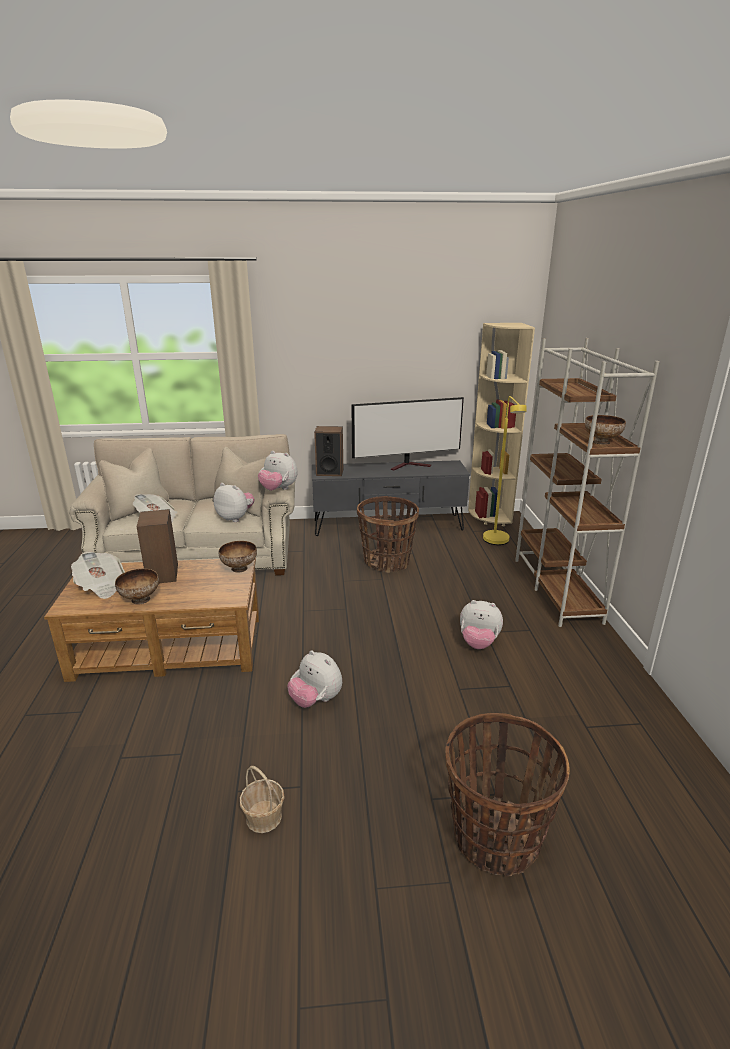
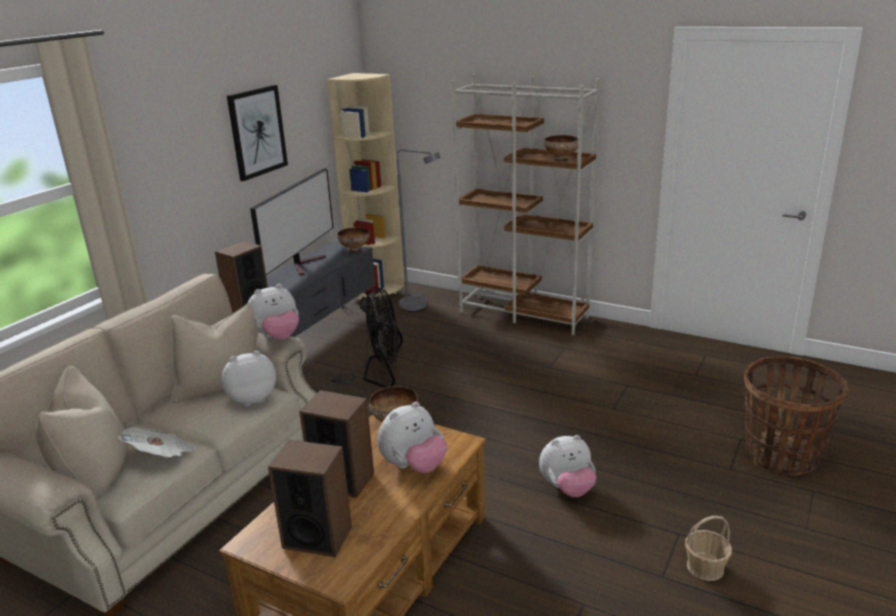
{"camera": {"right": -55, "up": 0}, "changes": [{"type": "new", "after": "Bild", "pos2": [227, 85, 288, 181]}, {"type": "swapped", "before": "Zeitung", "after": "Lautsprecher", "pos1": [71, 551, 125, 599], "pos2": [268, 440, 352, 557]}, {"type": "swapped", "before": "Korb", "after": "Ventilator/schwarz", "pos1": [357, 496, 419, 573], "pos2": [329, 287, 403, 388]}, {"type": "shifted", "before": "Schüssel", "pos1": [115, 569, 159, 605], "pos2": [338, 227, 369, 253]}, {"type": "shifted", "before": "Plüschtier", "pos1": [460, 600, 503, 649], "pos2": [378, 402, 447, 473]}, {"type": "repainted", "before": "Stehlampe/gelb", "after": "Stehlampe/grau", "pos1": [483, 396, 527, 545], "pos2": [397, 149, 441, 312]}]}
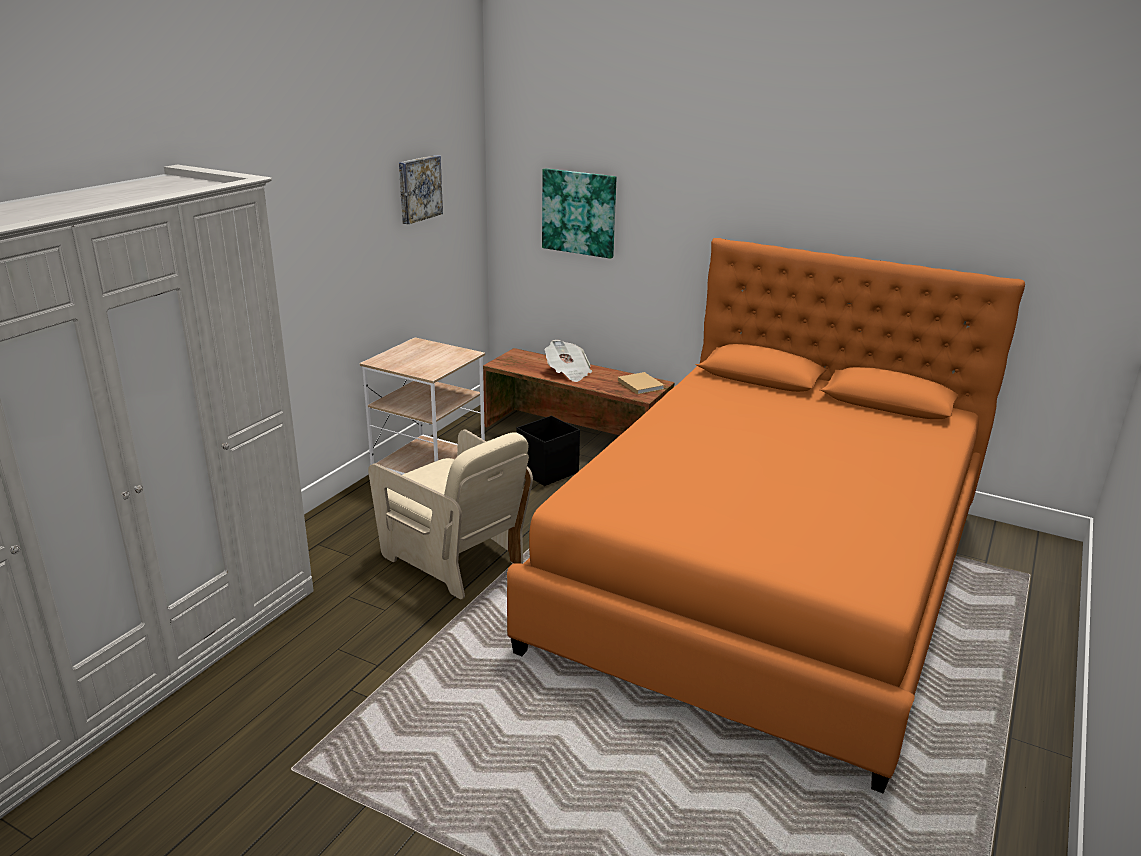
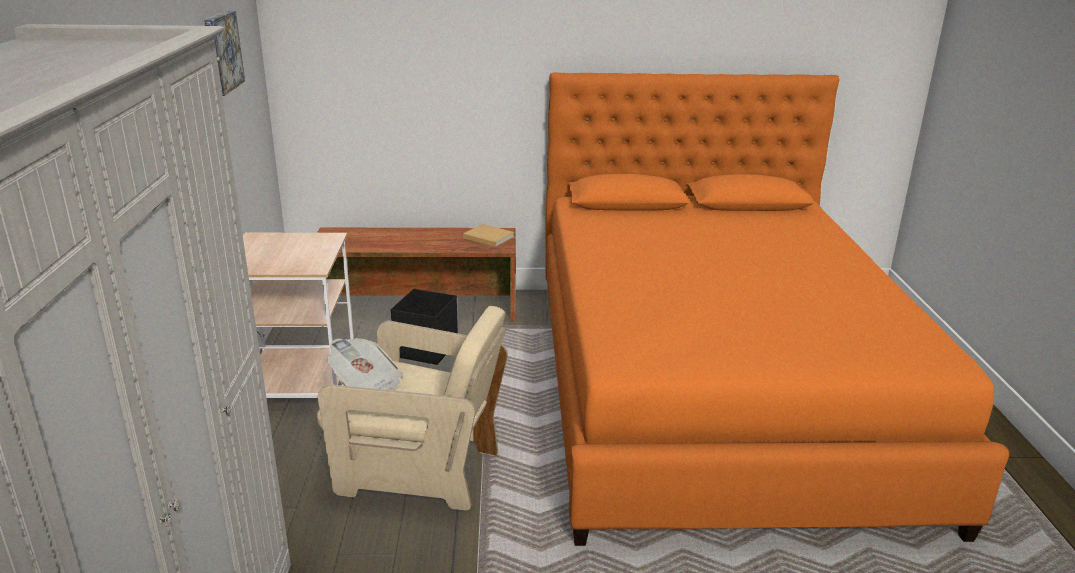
{"camera": {"right": -30, "up": 0}, "changes": [{"type": "shifted", "before": "Zeitung", "pos1": [545, 340, 592, 382], "pos2": [327, 338, 403, 391]}, {"type": "gone", "before": "Bild", "pos1": [542, 168, 617, 259]}]}
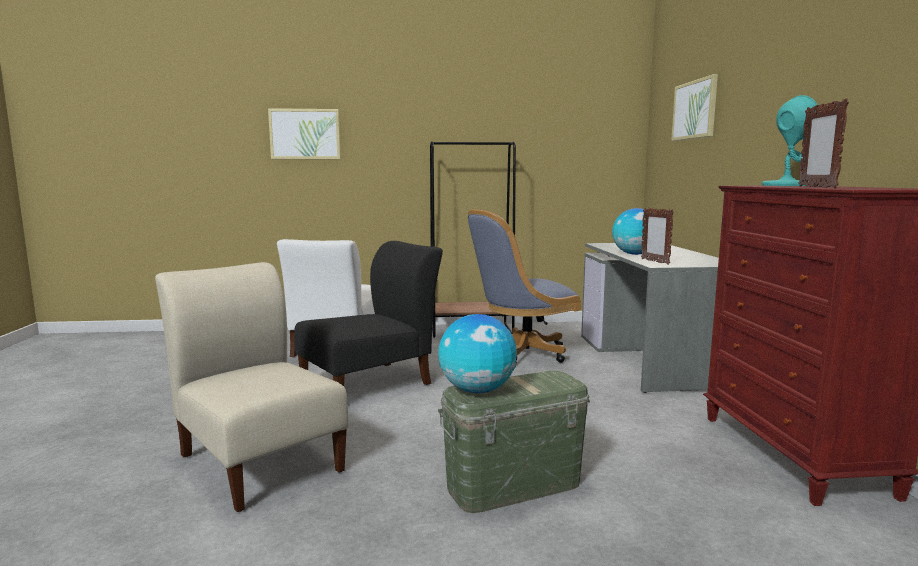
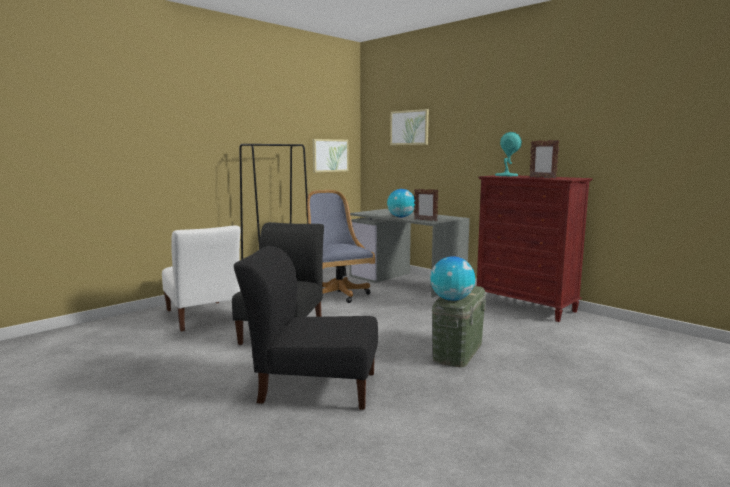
{"camera": {"right": -40, "up": 0}, "changes": [{"type": "repainted", "before": "Stuhl/beige", "after": "Stuhl/schwarz", "pos1": [155, 262, 348, 512], "pos2": [234, 246, 378, 410]}, {"type": "rotated", "before": "Bürostuhl/blau", "pos1": [468, 210, 581, 363], "pos2": [307, 190, 375, 303], "turn": 135}, {"type": "shifted", "before": "Bild", "pos1": [268, 108, 341, 159], "pos2": [313, 139, 349, 173]}]}
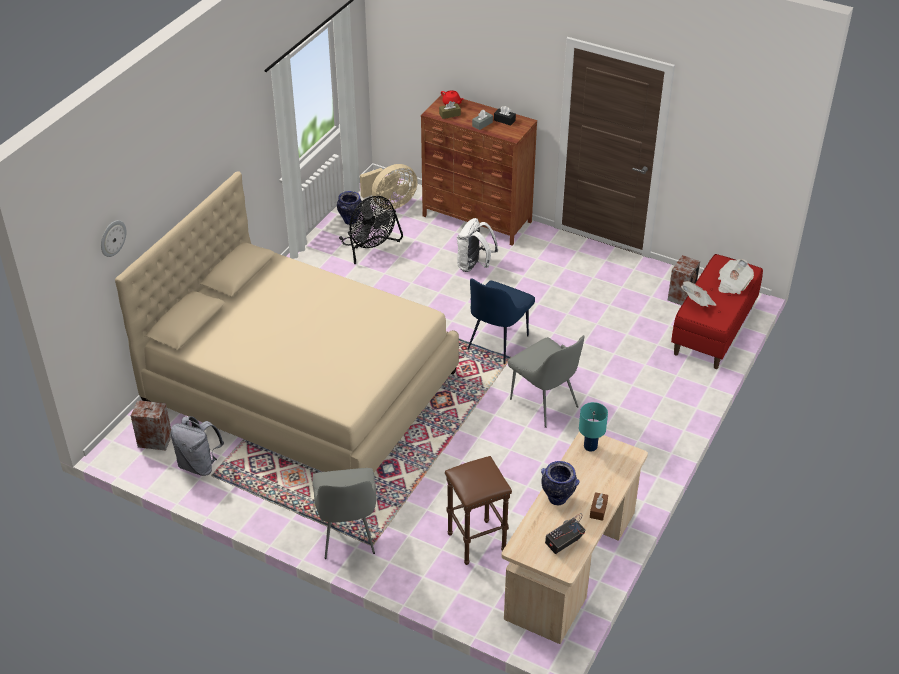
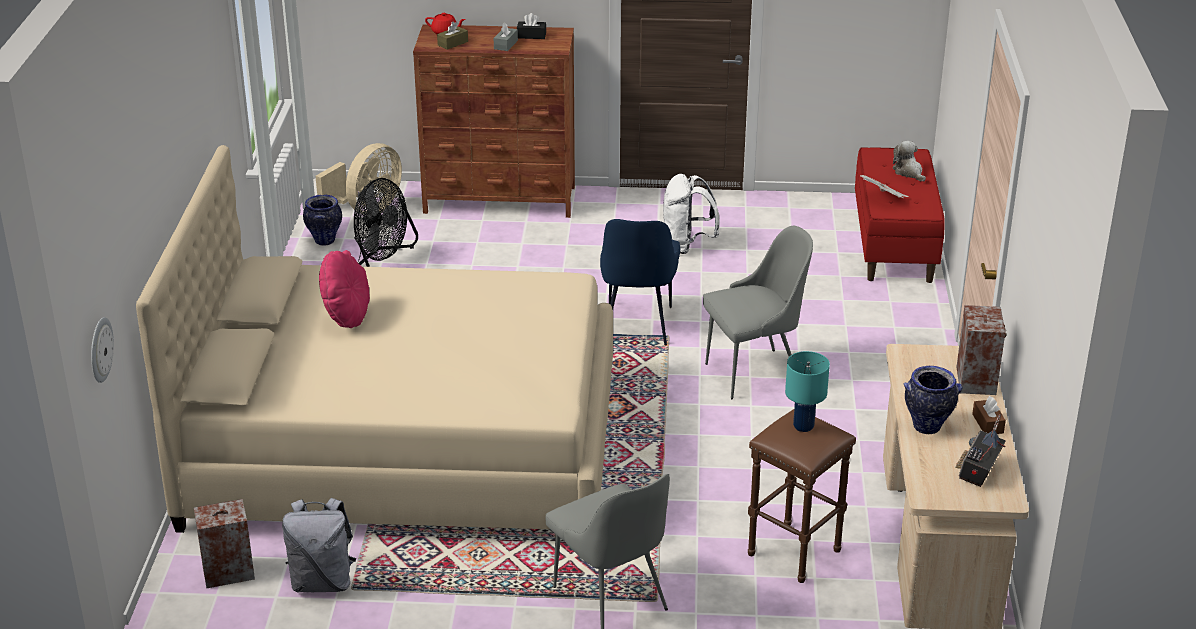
{"camera": {"right": -25, "up": -10}, "changes": [{"type": "shifted", "before": "Wanduhr", "pos1": [101, 220, 126, 257], "pos2": [91, 317, 114, 383]}, {"type": "new", "after": "Kissen/rosa", "pos2": [319, 250, 370, 328]}, {"type": "shifted", "before": "Rucksack/weiß", "pos1": [457, 218, 498, 272], "pos2": [663, 174, 720, 254]}, {"type": "rotated", "before": "Stuhl/grau", "pos1": [508, 335, 584, 428], "pos2": [703, 226, 813, 399], "turn": -45}, {"type": "shifted", "before": "Tischlampe/türkis", "pos1": [579, 402, 608, 452], "pos2": [785, 351, 830, 432]}, {"type": "swapped", "before": "Zeitung", "after": "Plüschtier", "pos1": [718, 259, 754, 294], "pos2": [893, 141, 926, 182]}, {"type": "shifted", "before": "Lautsprecher", "pos1": [668, 255, 700, 305], "pos2": [957, 305, 1007, 395]}]}
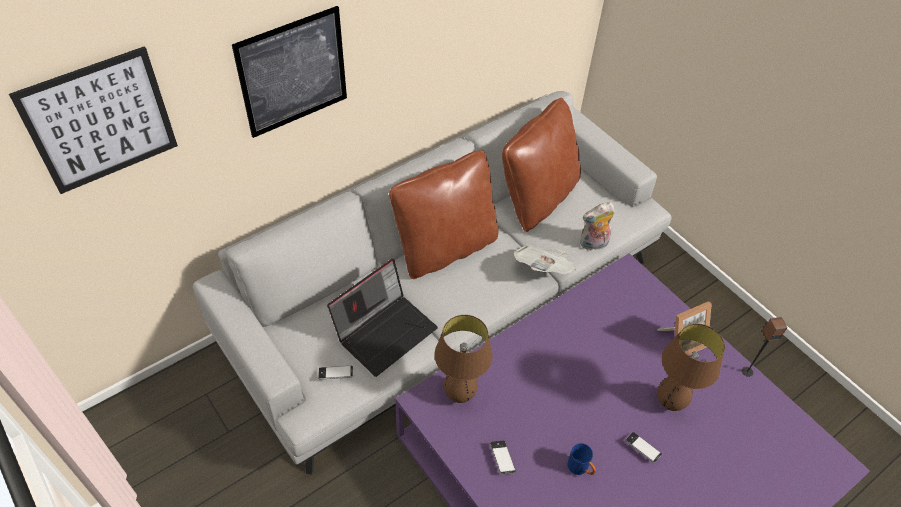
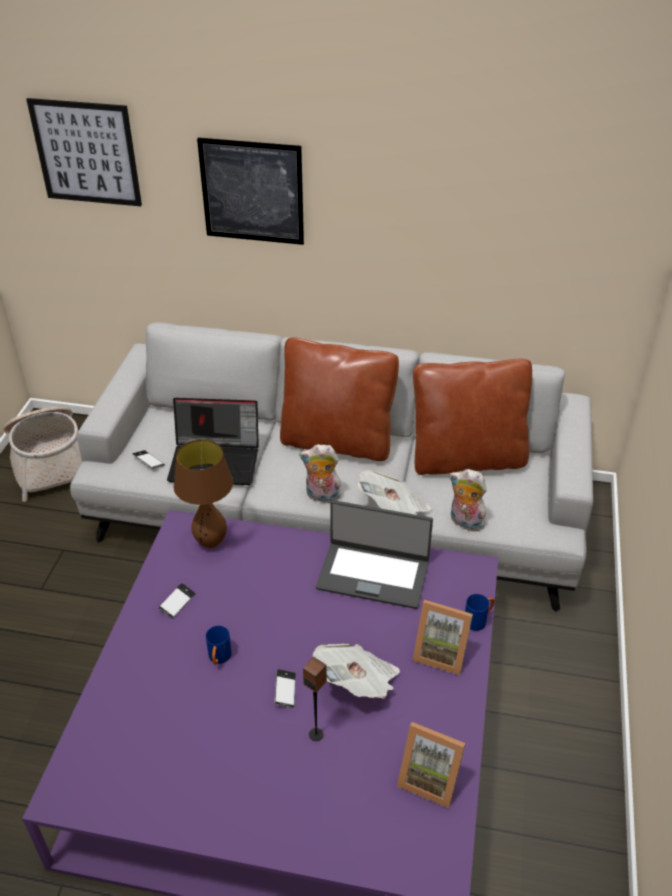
{"camera": {"right": 50, "up": -10}, "changes": [{"type": "new", "after": "Korb", "pos2": [4, 406, 82, 502]}, {"type": "new", "after": "Plüschtier", "pos2": [299, 444, 341, 503]}, {"type": "shifted", "before": "Lautsprecher", "pos1": [742, 317, 787, 377], "pos2": [303, 657, 327, 741]}, {"type": "swapped", "before": "Tischlampe/braun", "after": "Zeitung", "pos1": [658, 324, 725, 411], "pos2": [313, 644, 400, 698]}, {"type": "new", "after": "Laptop", "pos2": [316, 500, 433, 609]}, {"type": "new", "after": "Bilderrahmen", "pos2": [397, 722, 466, 808]}, {"type": "new", "after": "Henkelbecher/blau", "pos2": [465, 594, 494, 631]}]}
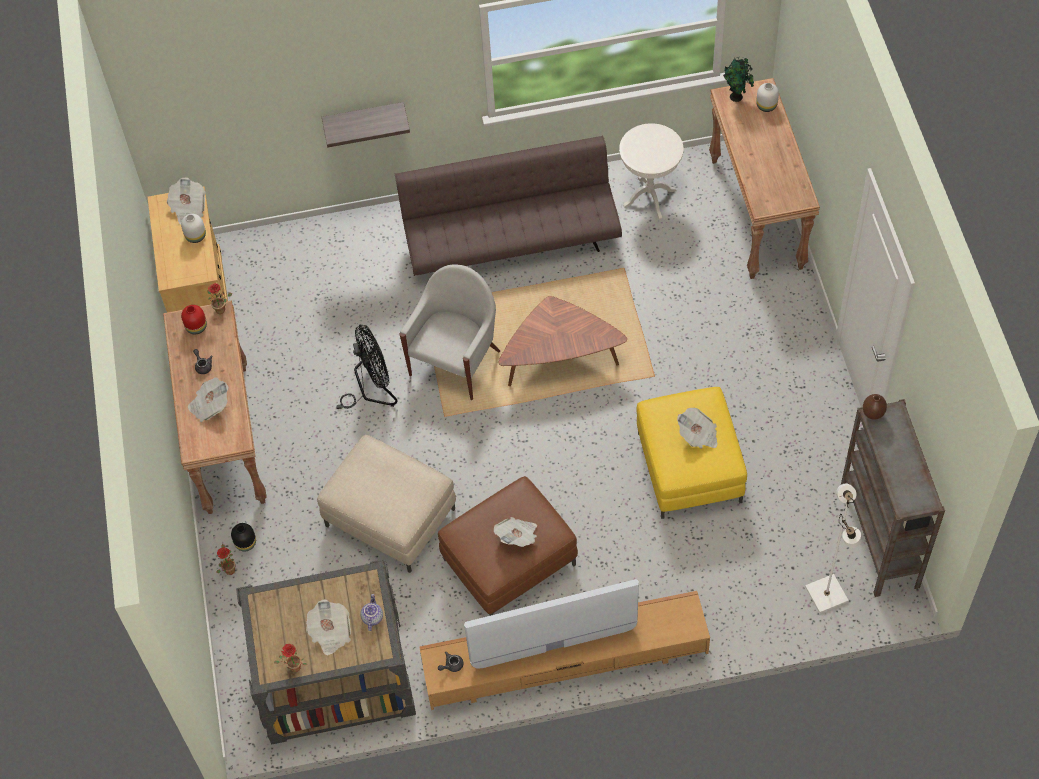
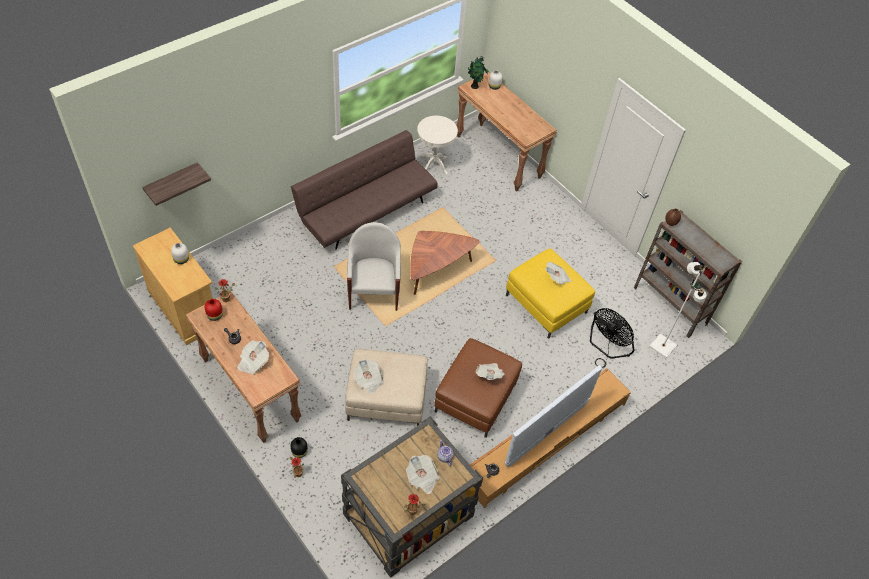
{"camera": {"right": -35, "up": -5}, "changes": [{"type": "shifted", "before": "Wandregal", "pos1": [322, 102, 410, 148], "pos2": [142, 162, 211, 206]}, {"type": "shifted", "before": "Zeitung", "pos1": [167, 178, 205, 225], "pos2": [354, 359, 384, 394]}, {"type": "shifted", "before": "Ventilator/schwarz", "pos1": [335, 325, 397, 409], "pos2": [590, 308, 635, 368]}]}
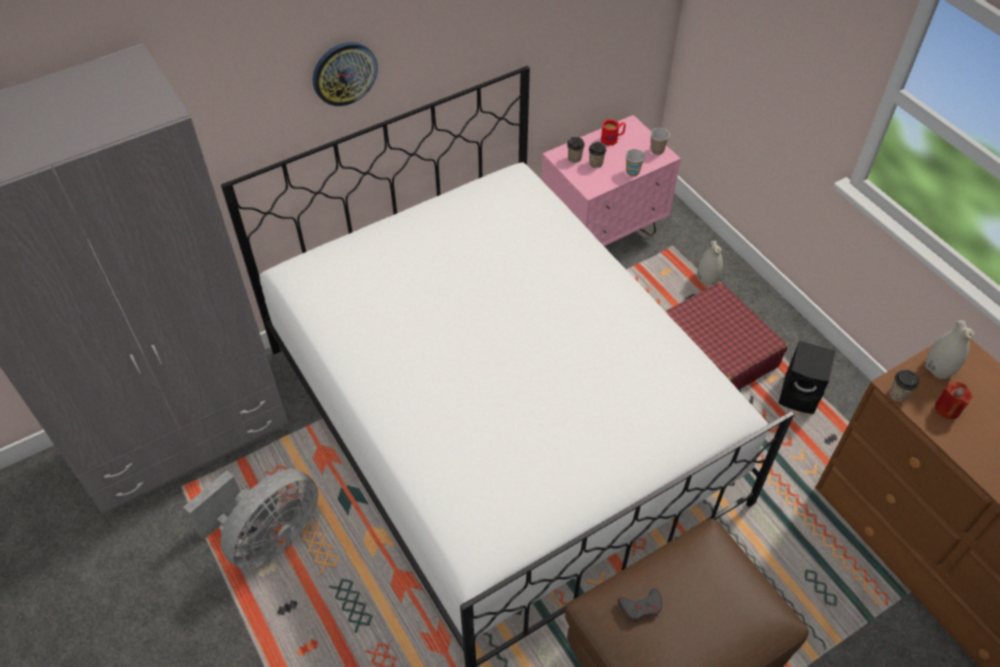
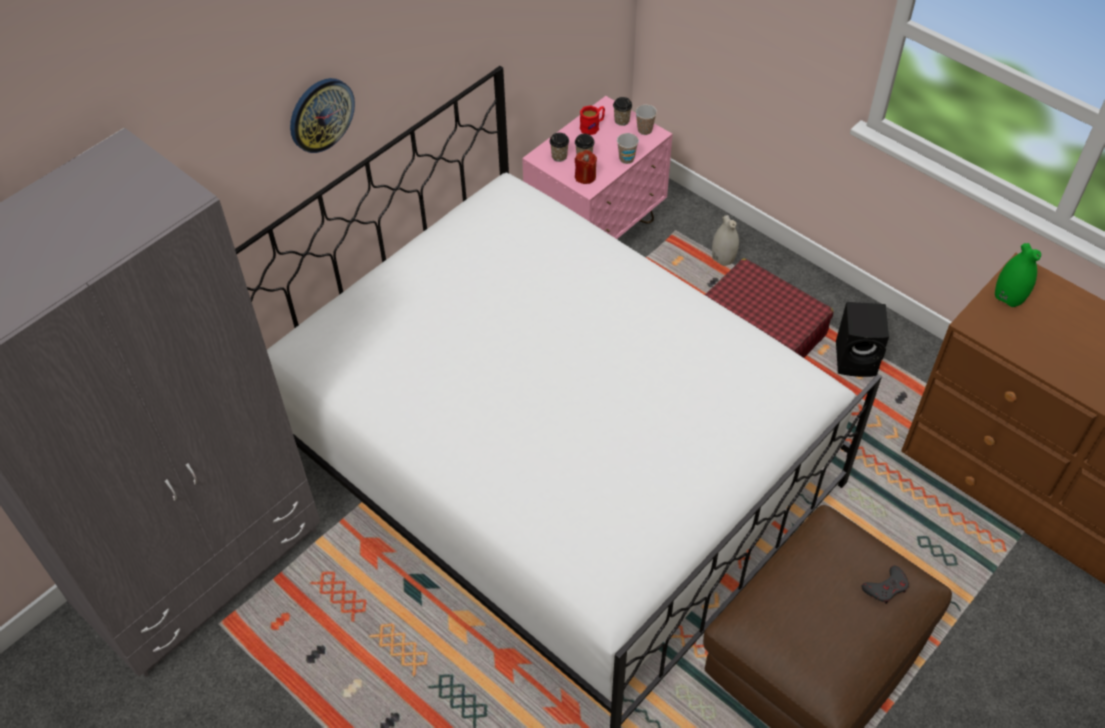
{"camera": {"right": -15, "up": 0}, "changes": [{"type": "shifted", "before": "Kerze/rot", "pos1": [935, 382, 973, 419], "pos2": [575, 150, 597, 184]}, {"type": "shifted", "before": "Tasse", "pos1": [890, 370, 919, 402], "pos2": [613, 97, 632, 126]}, {"type": "shifted", "before": "Gamepad/grau", "pos1": [618, 588, 662, 622], "pos2": [861, 565, 909, 604]}, {"type": "repainted", "before": "Vase/weiß", "after": "Vase/grün", "pos1": [925, 320, 975, 379], "pos2": [995, 243, 1041, 307]}, {"type": "gone", "before": "Ventilator/grau", "pos1": [183, 469, 318, 569]}]}
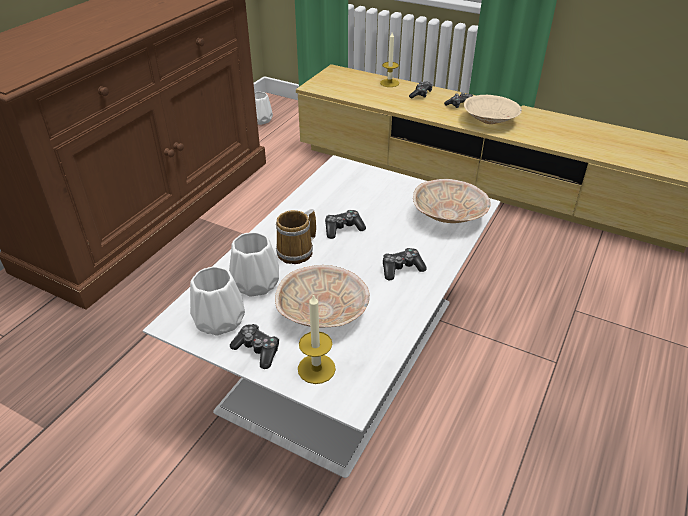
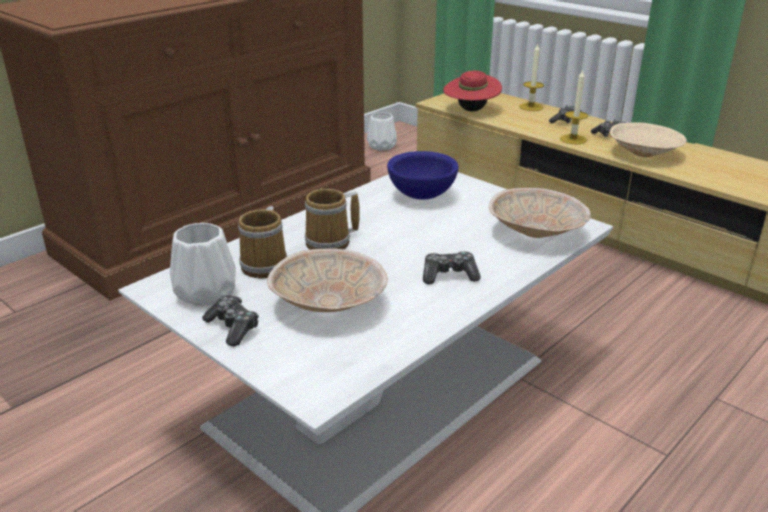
{"camera": {"right": 15, "up": -10}, "changes": [{"type": "swapped", "before": "Vase/weiß", "after": "Henkelbecher", "pos1": [229, 232, 279, 297], "pos2": [238, 206, 287, 279]}, {"type": "new", "after": "Schüssel/blau", "pos2": [387, 151, 459, 200]}, {"type": "new", "after": "Hut/rot", "pos2": [443, 70, 502, 111]}, {"type": "shifted", "before": "Kerze", "pos1": [298, 294, 336, 384], "pos2": [560, 69, 588, 144]}, {"type": "gone", "before": "Gamepad", "pos1": [325, 210, 366, 239]}]}
